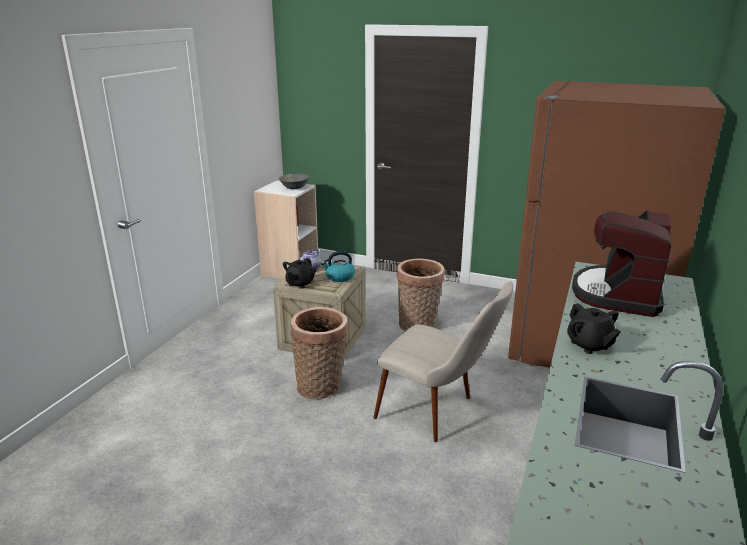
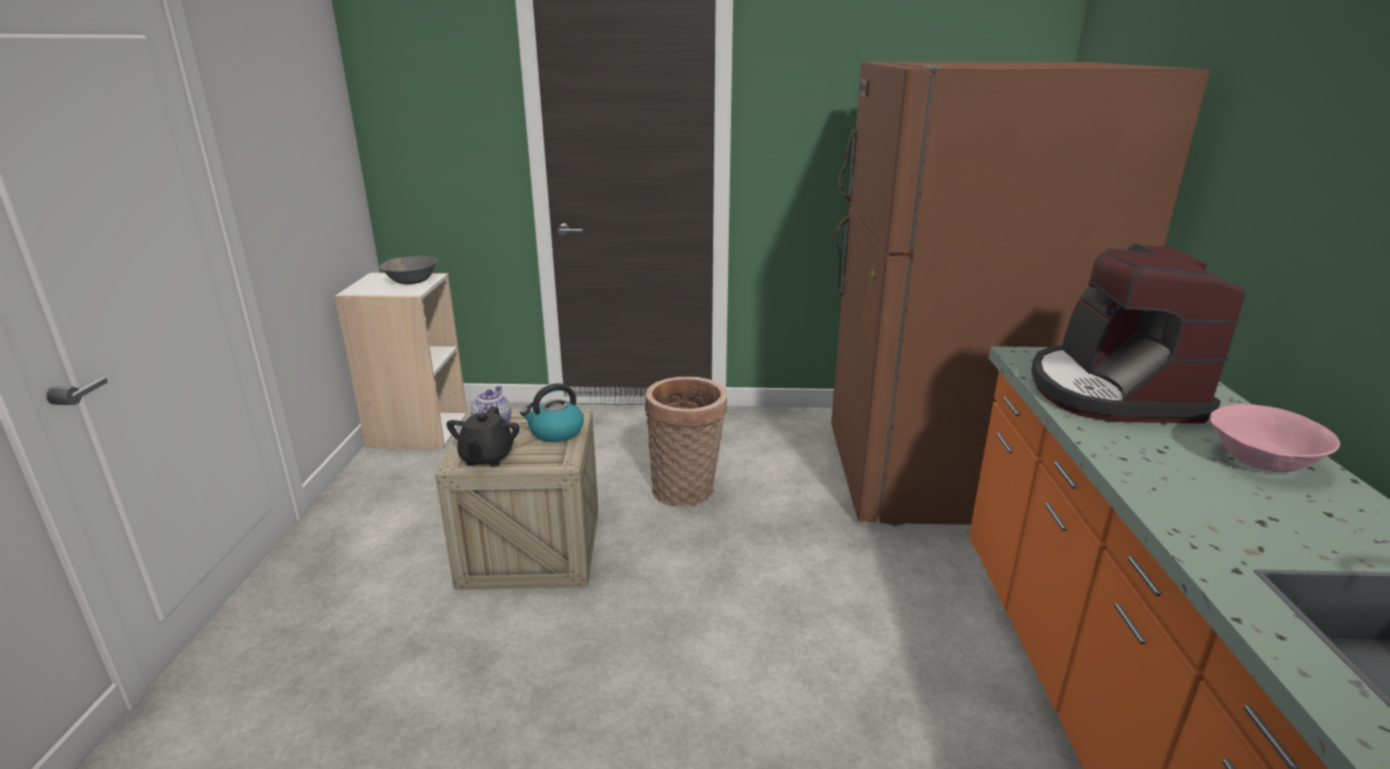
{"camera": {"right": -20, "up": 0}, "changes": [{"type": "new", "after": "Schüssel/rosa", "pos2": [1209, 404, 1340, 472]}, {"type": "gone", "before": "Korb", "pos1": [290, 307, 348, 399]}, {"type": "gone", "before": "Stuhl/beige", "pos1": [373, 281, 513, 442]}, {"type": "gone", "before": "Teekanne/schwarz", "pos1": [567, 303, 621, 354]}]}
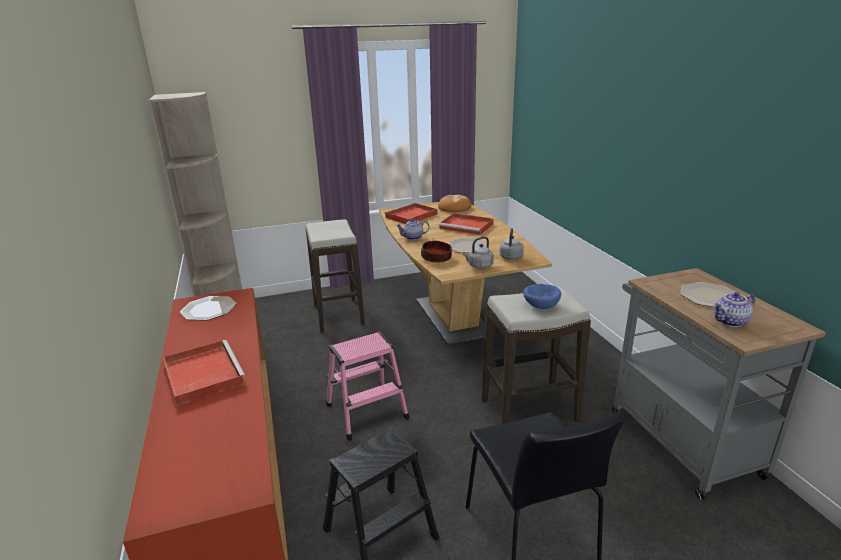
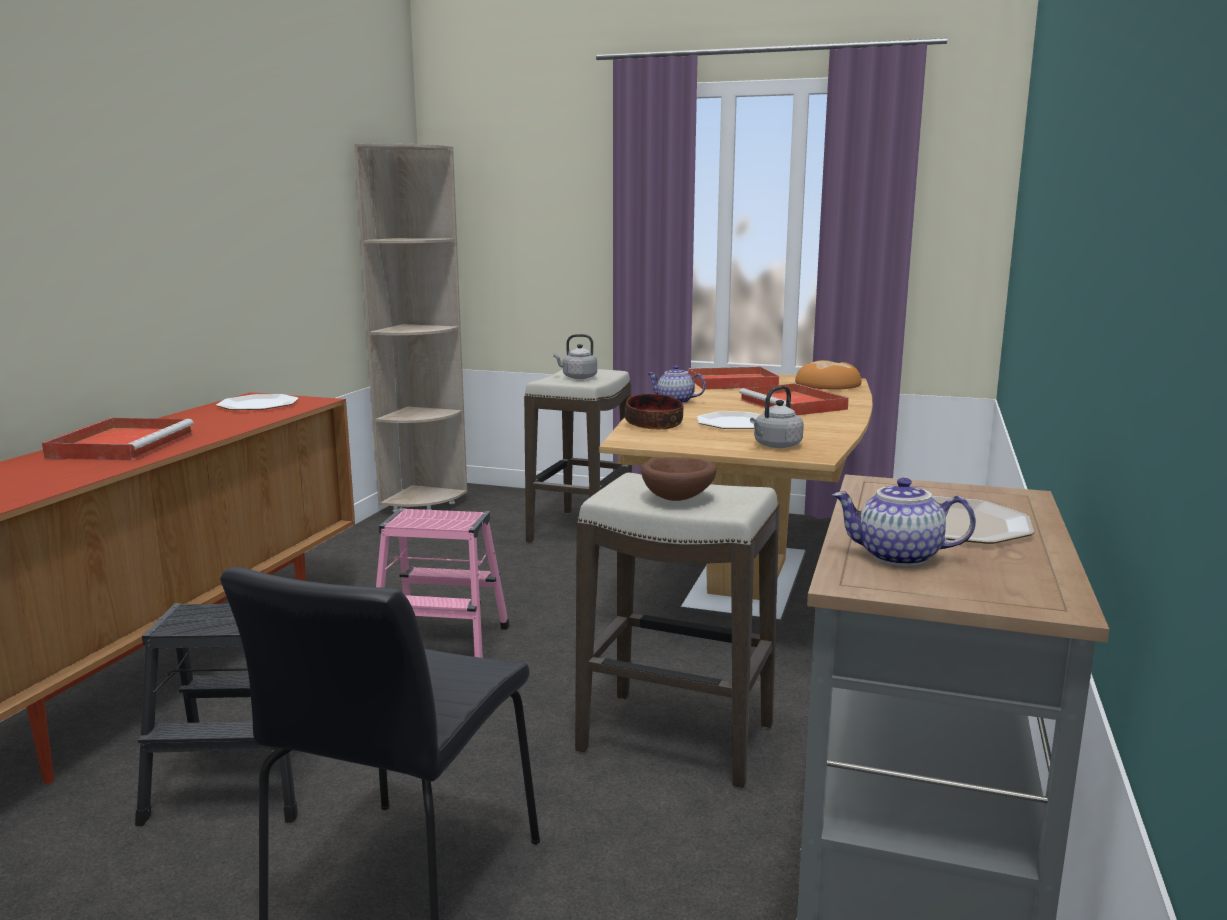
{"camera": {"right": 35, "up": -10}, "changes": [{"type": "shifted", "before": "Wasserkessel/grau", "pos1": [463, 237, 494, 269], "pos2": [553, 334, 597, 379]}, {"type": "repainted", "before": "Schüssel/blau", "after": "Schüssel/braun", "pos1": [523, 284, 561, 309], "pos2": [641, 457, 716, 501]}]}
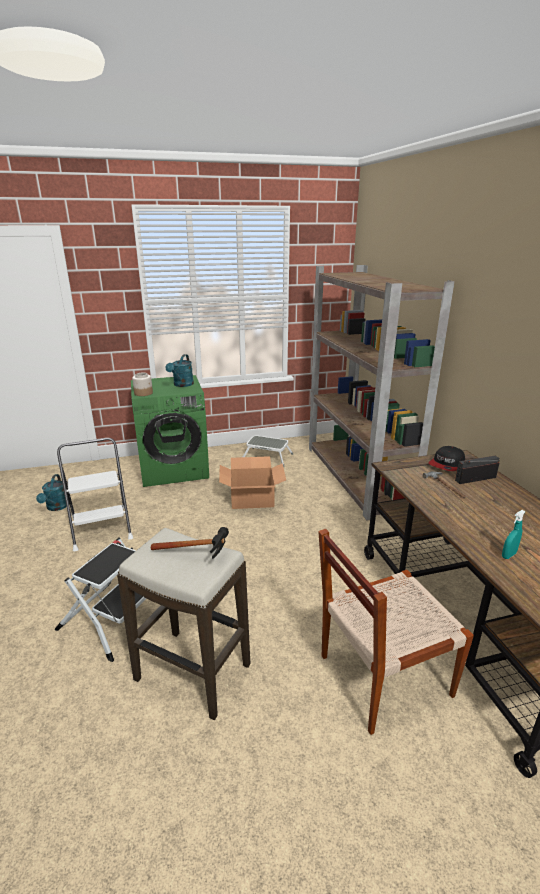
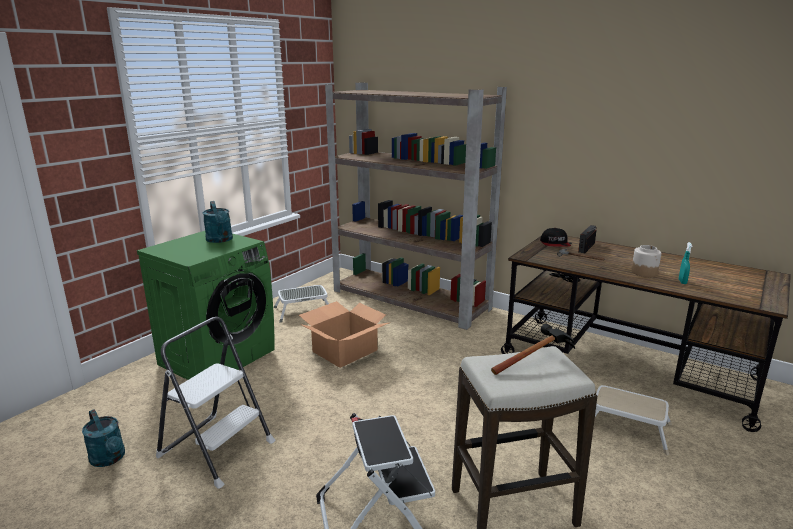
{"camera": {"right": -40, "up": -5}, "changes": [{"type": "swapped", "before": "Stuhl", "after": "Trittleiter/beige", "pos1": [318, 529, 474, 735], "pos2": [595, 385, 672, 455]}, {"type": "shifted", "before": "Vorratsglas", "pos1": [132, 373, 153, 396], "pos2": [631, 245, 661, 277]}]}
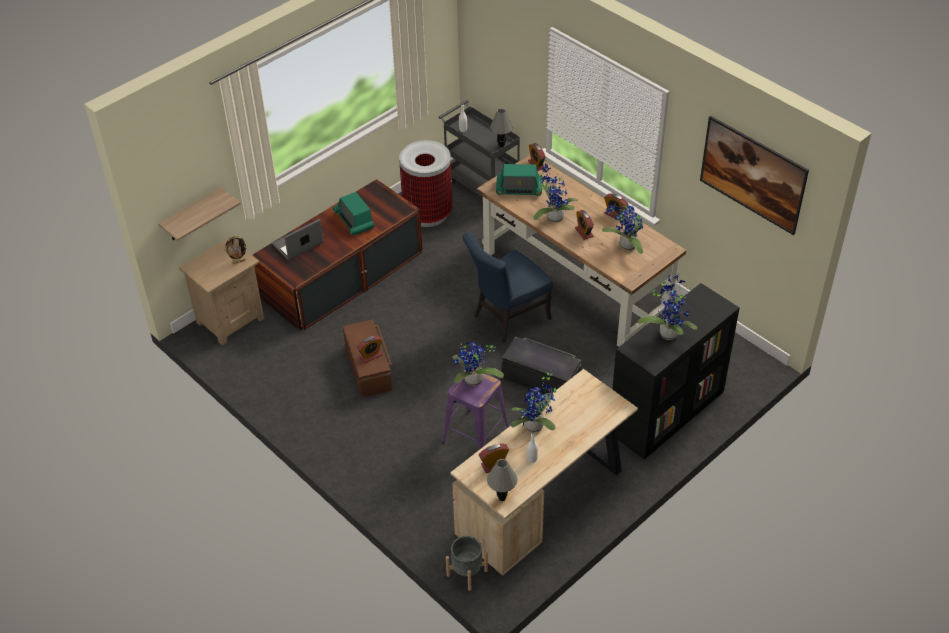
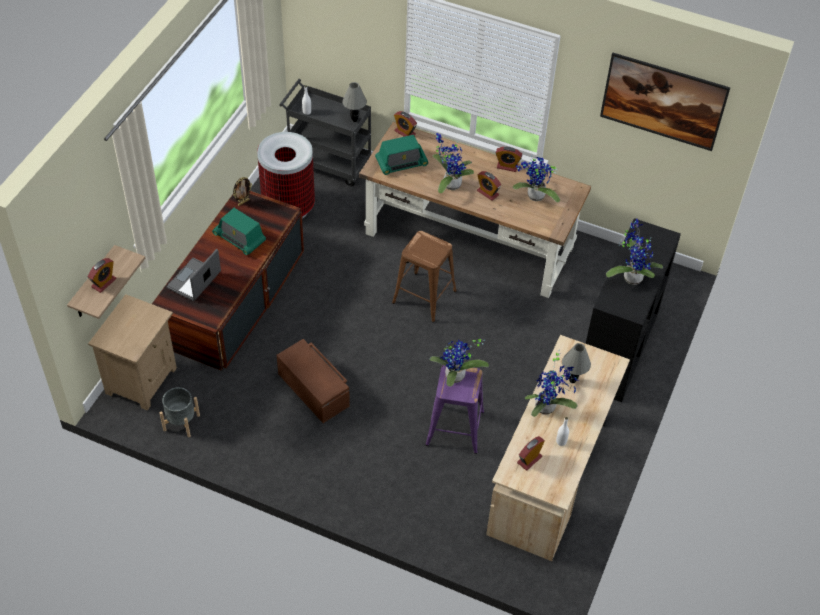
{"camera": {"right": -25, "up": 5}, "changes": [{"type": "shifted", "before": "Wecker", "pos1": [357, 336, 382, 363], "pos2": [87, 258, 116, 293]}, {"type": "shifted", "before": "Pflanzkübel/grau", "pos1": [446, 536, 488, 591], "pos2": [160, 387, 200, 437]}, {"type": "shifted", "before": "Bilderrahmen", "pos1": [224, 236, 248, 264], "pos2": [233, 177, 252, 206]}, {"type": "swapped", "before": "Stuhl/blau", "after": "Hocker/braun", "pos1": [462, 232, 553, 343], "pos2": [392, 231, 456, 322]}, {"type": "shifted", "before": "Tischlampe/grau", "pos1": [487, 459, 517, 501], "pos2": [562, 343, 591, 383]}, {"type": "gone", "before": "Aufbewahrungsbox/schwarz", "pos1": [502, 337, 581, 394]}]}
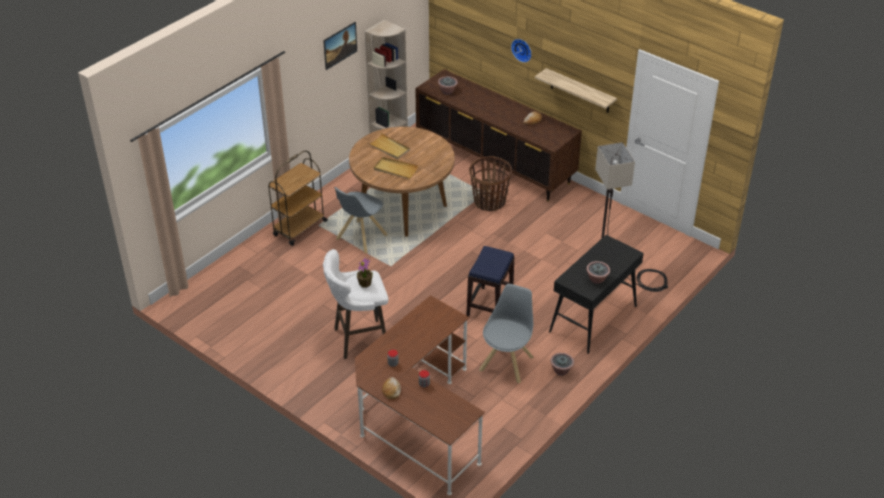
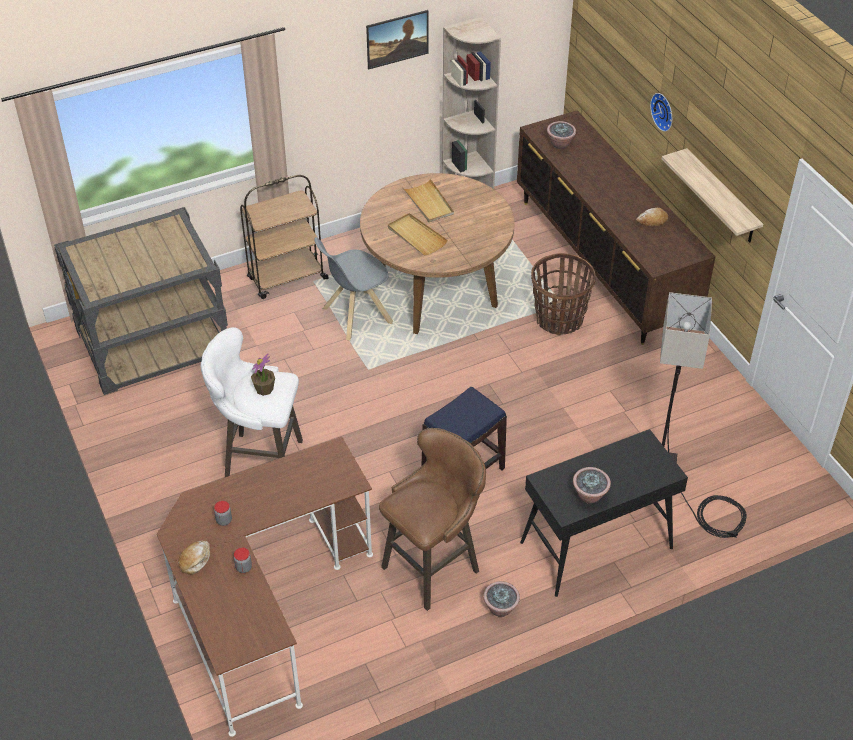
{"camera": {"right": 25, "up": 5}, "changes": [{"type": "new", "after": "Bücherregal", "pos2": [54, 207, 228, 395]}, {"type": "swapped", "before": "Stuhl/grau", "after": "Hocker/braun", "pos1": [479, 284, 534, 383], "pos2": [379, 428, 486, 611]}]}
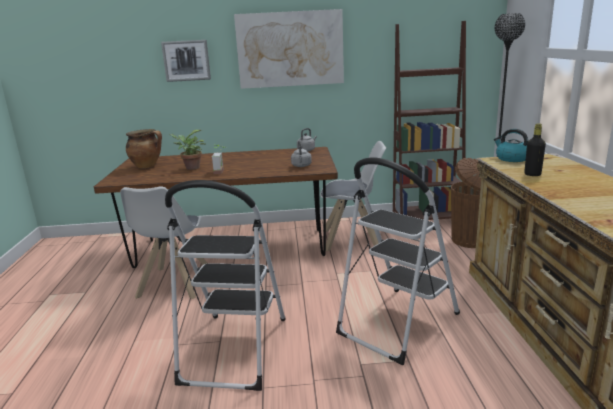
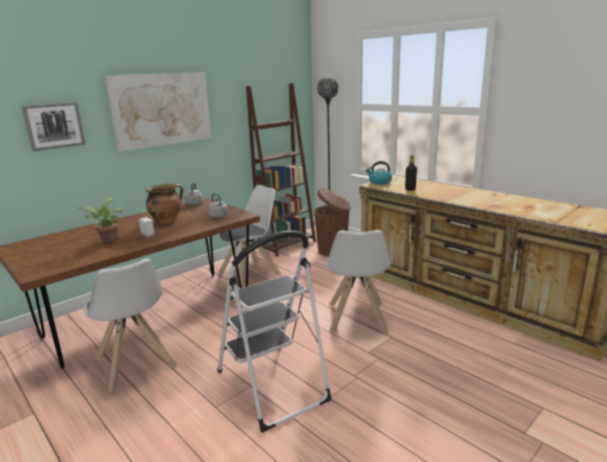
{"camera": {"right": -40, "up": 0}, "changes": [{"type": "shifted", "before": "Kochtopf", "pos1": [126, 129, 162, 168], "pos2": [146, 184, 183, 224]}, {"type": "swapped", "before": "Trittleiter", "after": "Stuhl", "pos1": [336, 157, 460, 365], "pos2": [326, 230, 390, 334]}]}
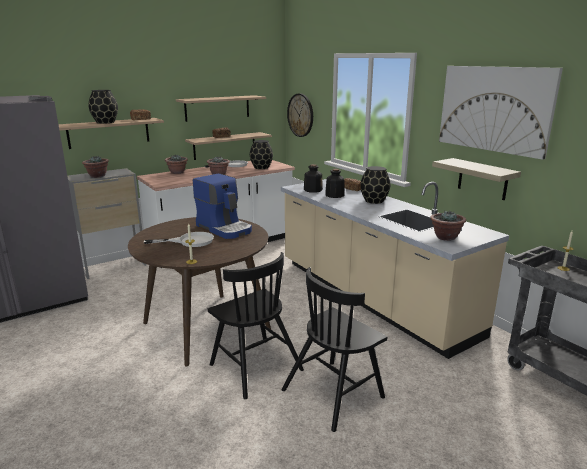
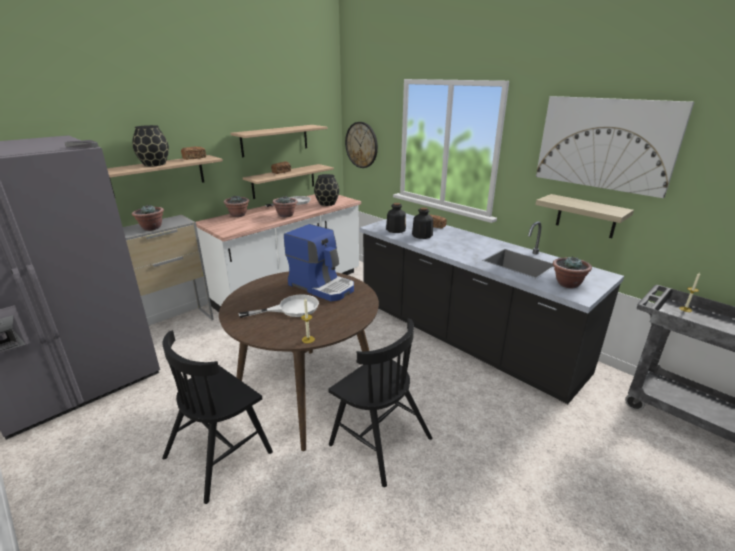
{"camera": {"right": -10, "up": 5}, "changes": [{"type": "shifted", "before": "Stuhl/schwarz", "pos1": [281, 267, 388, 432], "pos2": [162, 330, 273, 504]}, {"type": "repainted", "before": "Küchenzeile/beige", "after": "Küchenzeile/schwarz", "pos1": [281, 179, 509, 359], "pos2": [360, 214, 624, 404]}, {"type": "gone", "before": "Vase/schwarz", "pos1": [360, 166, 390, 204]}]}
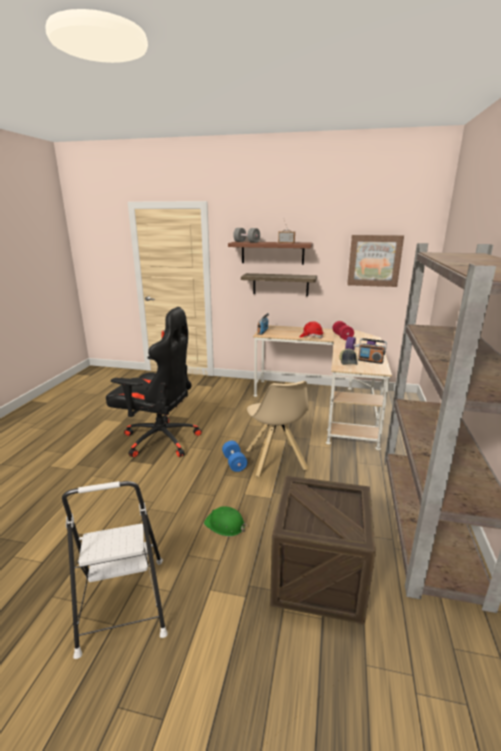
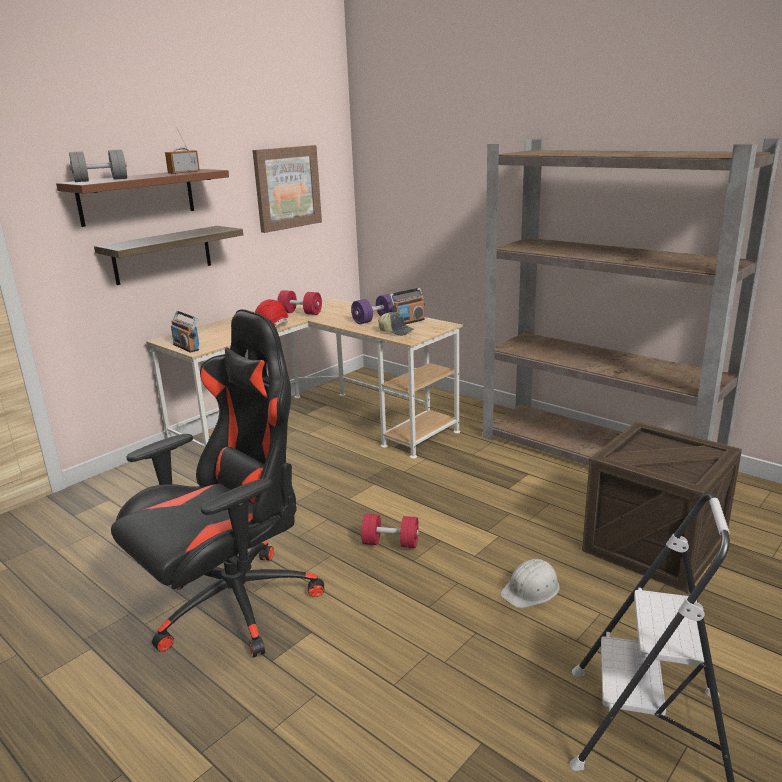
{"camera": {"right": -60, "up": 0}, "changes": [{"type": "repainted", "before": "Hantel/blau", "after": "Hantel/rot", "pos1": [222, 441, 247, 472], "pos2": [361, 514, 419, 548]}, {"type": "repainted", "before": "Schutzhelm/grün", "after": "Schutzhelm/weiß", "pos1": [204, 506, 247, 537], "pos2": [500, 559, 560, 608]}, {"type": "gone", "before": "Stuhl/beige", "pos1": [246, 381, 309, 477]}]}
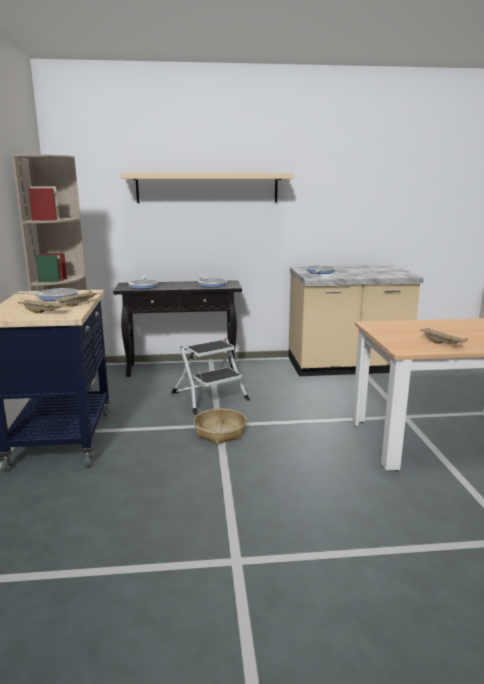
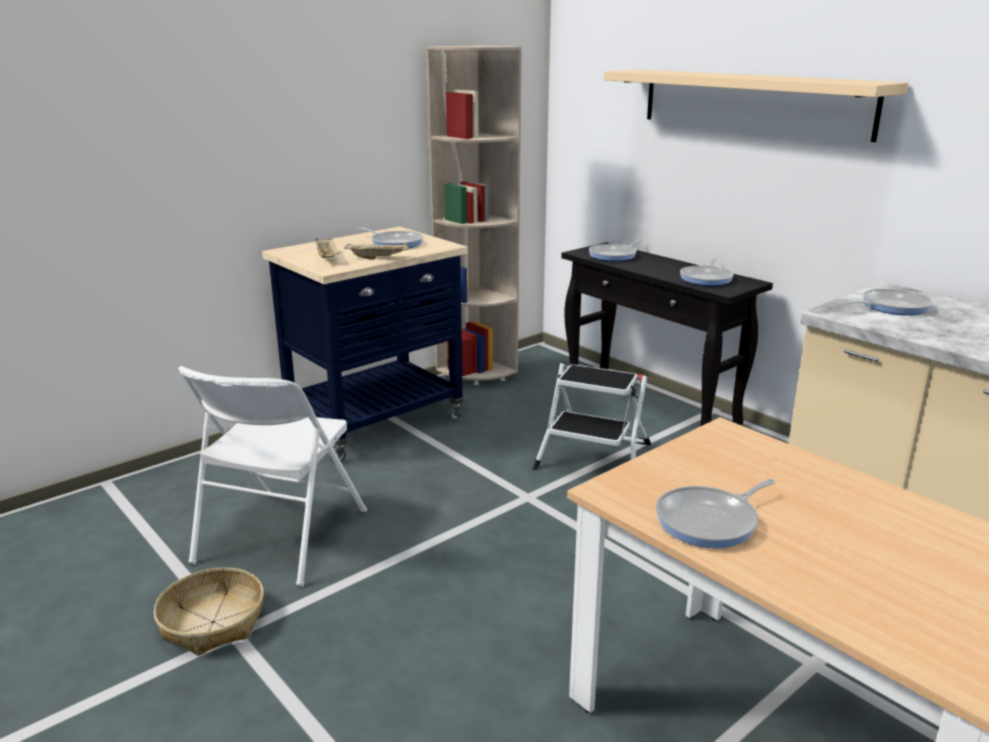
{"camera": {"right": 55, "up": 5}, "changes": [{"type": "shifted", "before": "Korb", "pos1": [194, 409, 247, 445], "pos2": [154, 568, 264, 656]}, {"type": "new", "after": "Stuhl/weiß", "pos2": [178, 366, 367, 587]}, {"type": "swapped", "before": "Tablett/beige", "after": "Pfanne", "pos1": [420, 328, 468, 344], "pos2": [656, 479, 775, 548]}]}
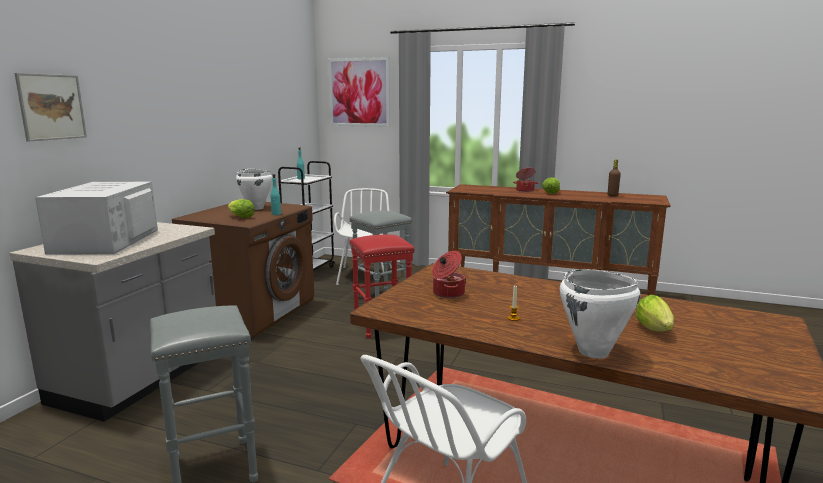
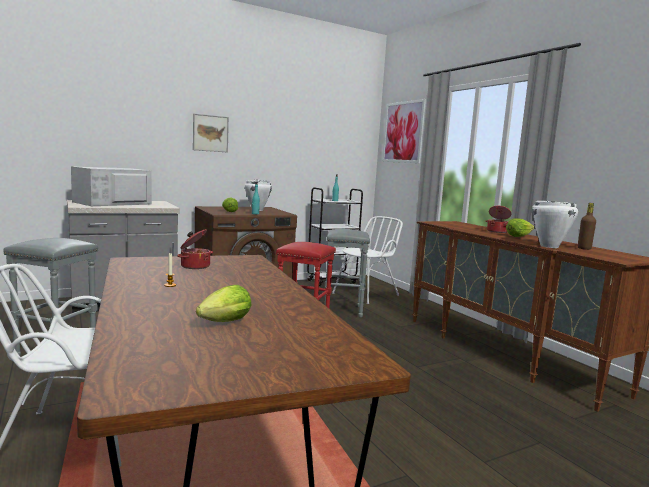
{"camera": {"right": 40, "up": -5}, "changes": [{"type": "shifted", "before": "Bild", "pos1": [14, 73, 87, 141], "pos2": [193, 114, 229, 153]}, {"type": "shifted", "before": "Kochtopf/weiß", "pos1": [560, 269, 640, 358], "pos2": [532, 201, 578, 248]}]}
